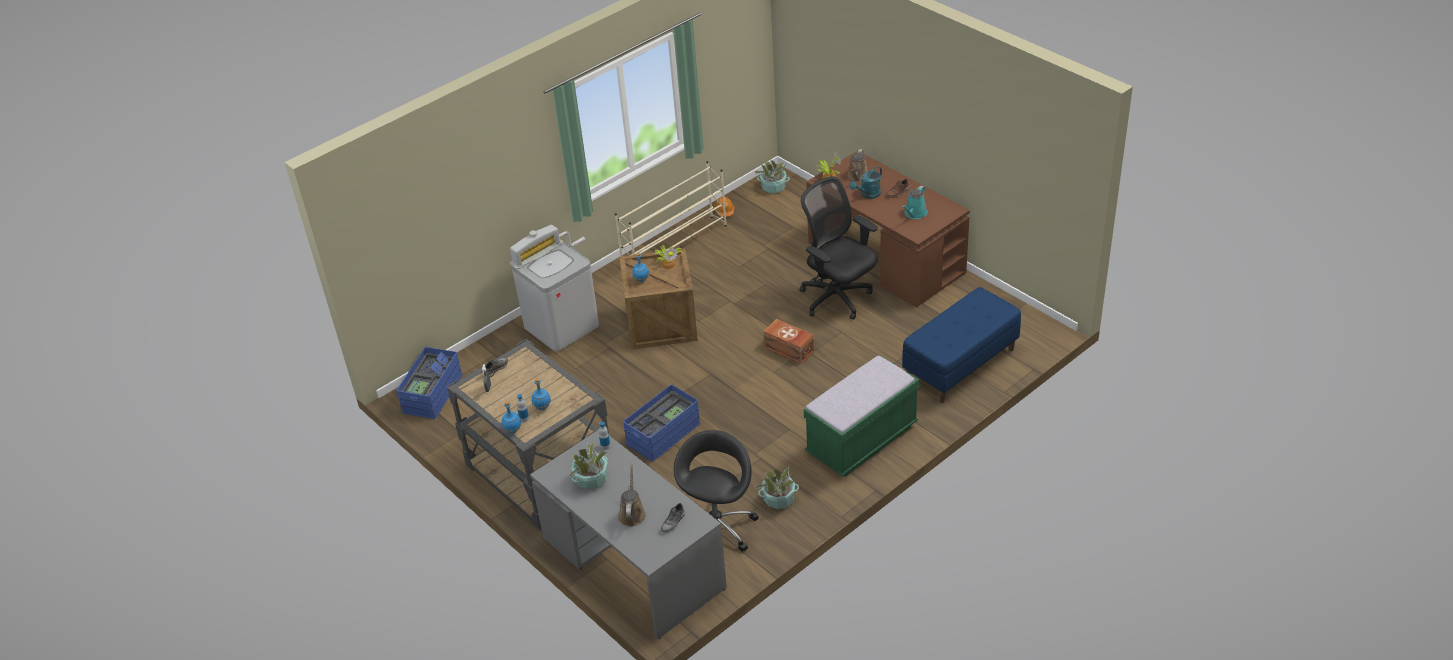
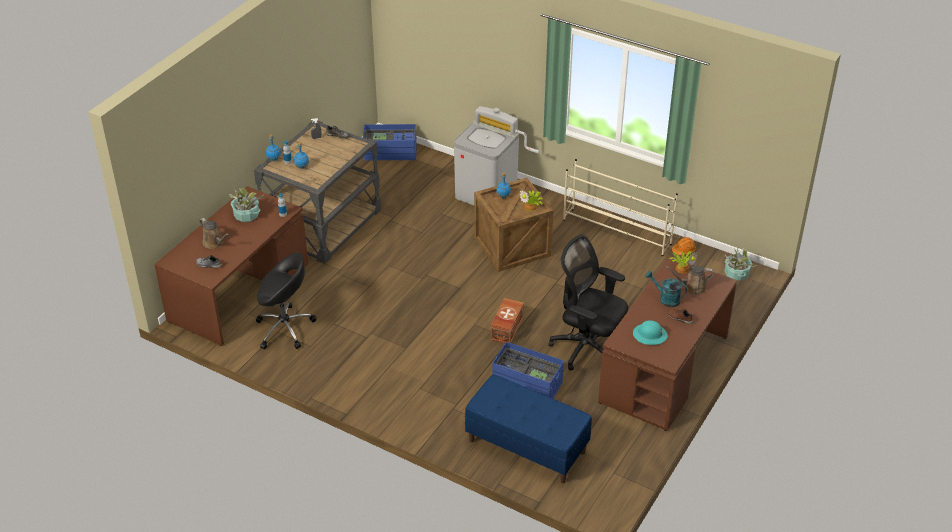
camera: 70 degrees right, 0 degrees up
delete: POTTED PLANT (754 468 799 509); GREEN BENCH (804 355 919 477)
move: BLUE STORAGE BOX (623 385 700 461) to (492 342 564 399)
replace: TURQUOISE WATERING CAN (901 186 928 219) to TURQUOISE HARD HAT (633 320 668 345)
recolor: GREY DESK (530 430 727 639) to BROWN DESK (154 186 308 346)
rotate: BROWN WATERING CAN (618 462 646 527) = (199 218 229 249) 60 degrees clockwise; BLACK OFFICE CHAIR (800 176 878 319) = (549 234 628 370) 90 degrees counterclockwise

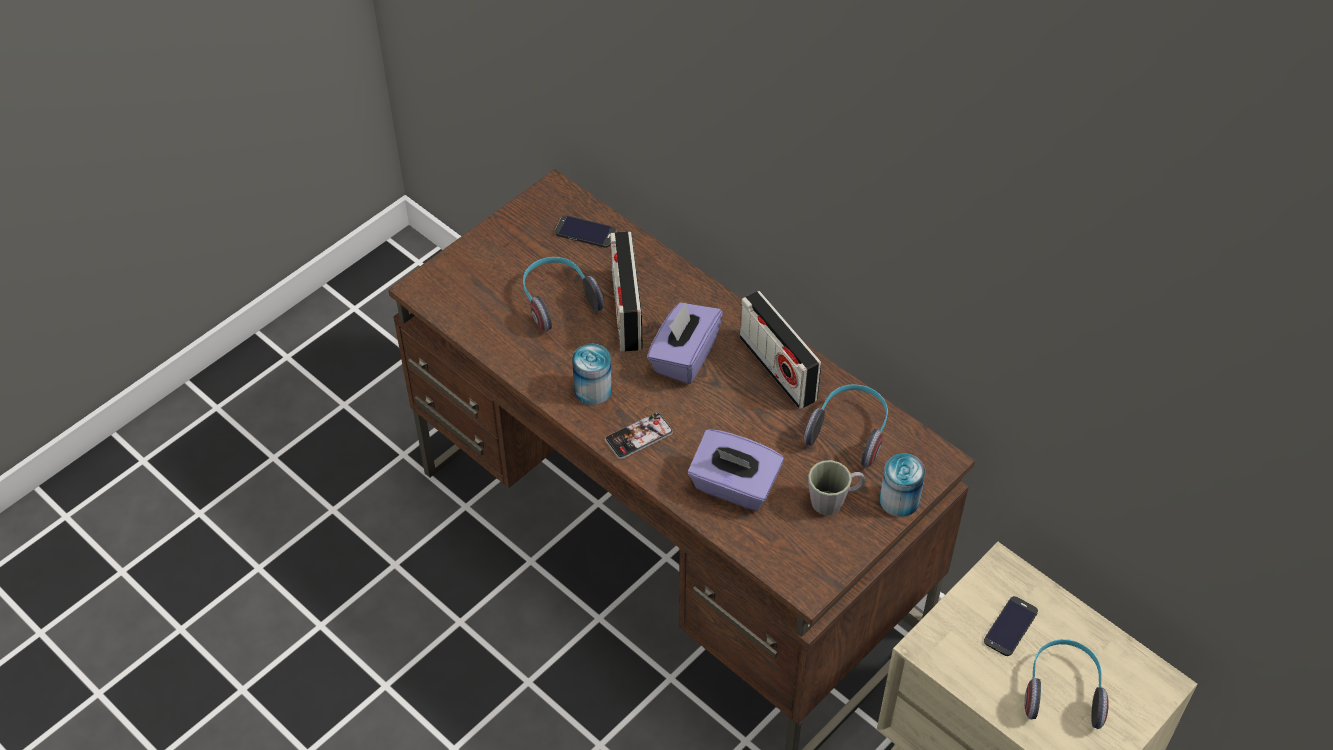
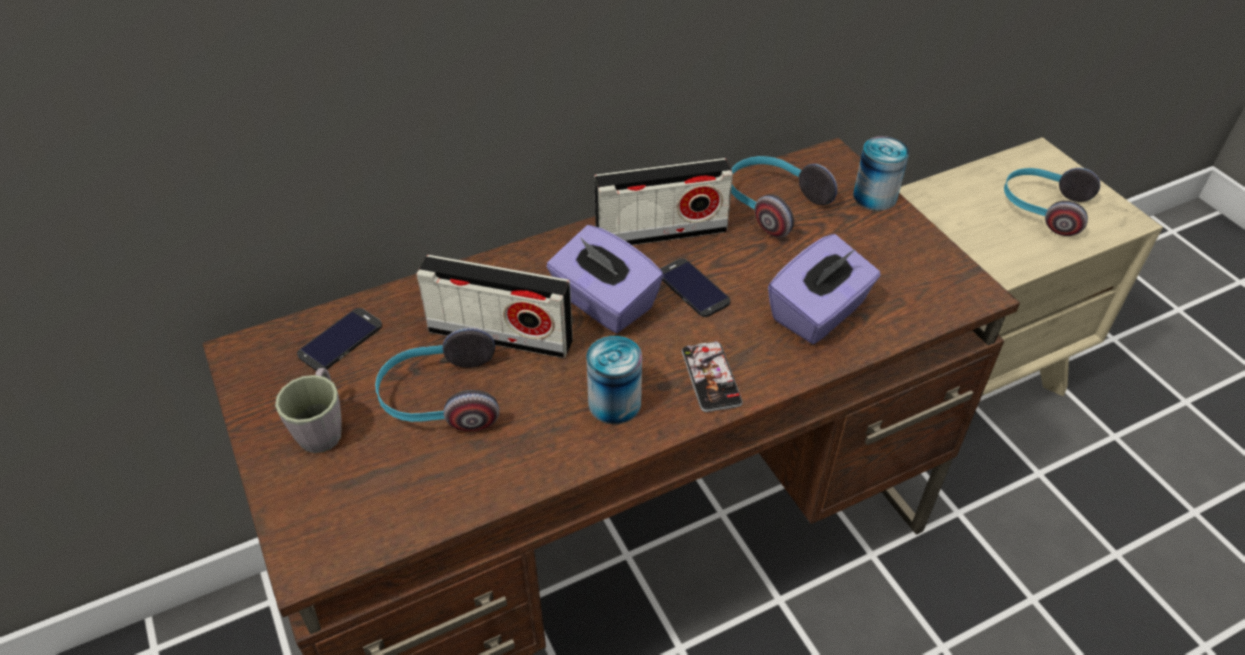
camera: 70 degrees left, 5 degrees down
move: GREY MUG (808 460 865 515) to (275 368 342 453); PHONE (984 596 1038 656) to (660 258 730 317)

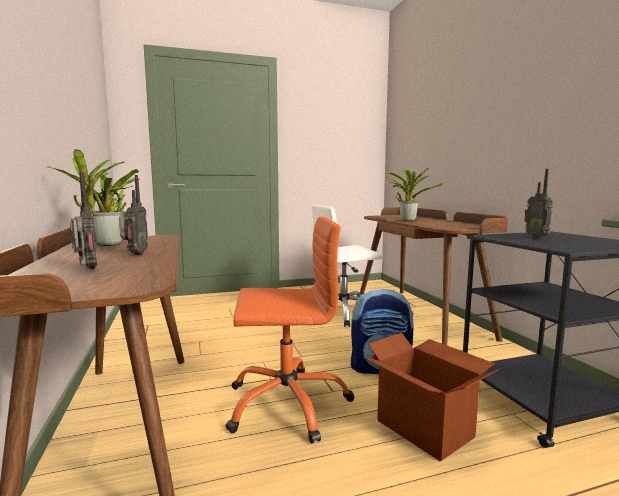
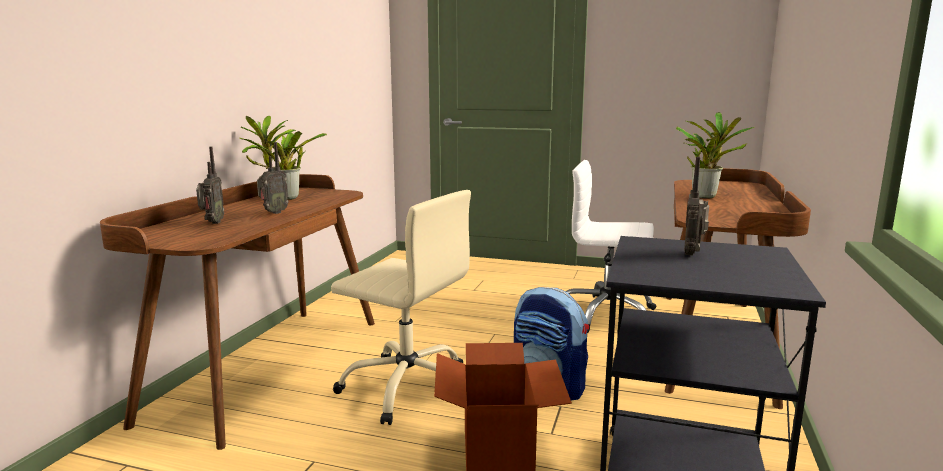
camera: 35 degrees right, 5 degrees up
recolor: ORANGE OFFICE CHAIR (225 216 354 444) to BEIGE OFFICE CHAIR (331 190 471 425)

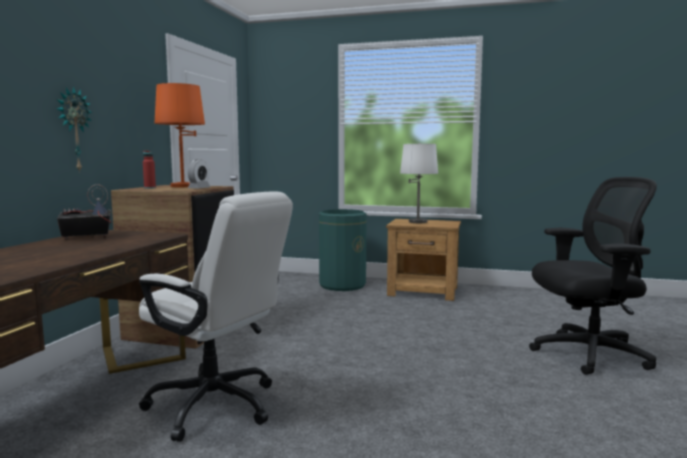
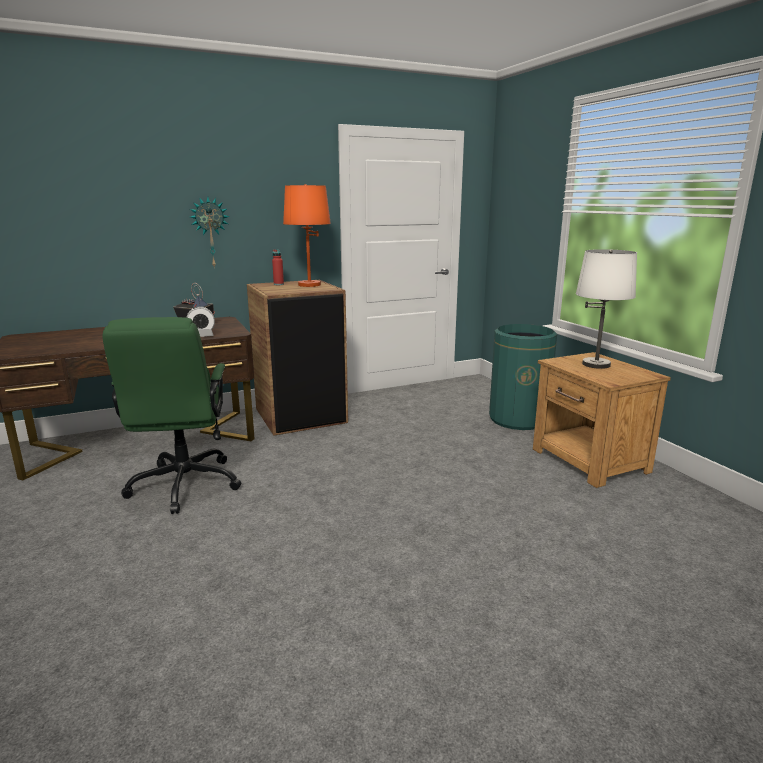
camera: 50 degrees right, 10 degrees up
delete: BLACK OFFICE CHAIR (529 177 657 375)
move: ALARM CLOCK (188 159 210 189) to (186 306 215 337)
recolor: WHITE OFFICE CHAIR (139 192 293 442) to GREEN OFFICE CHAIR (103 317 241 514)

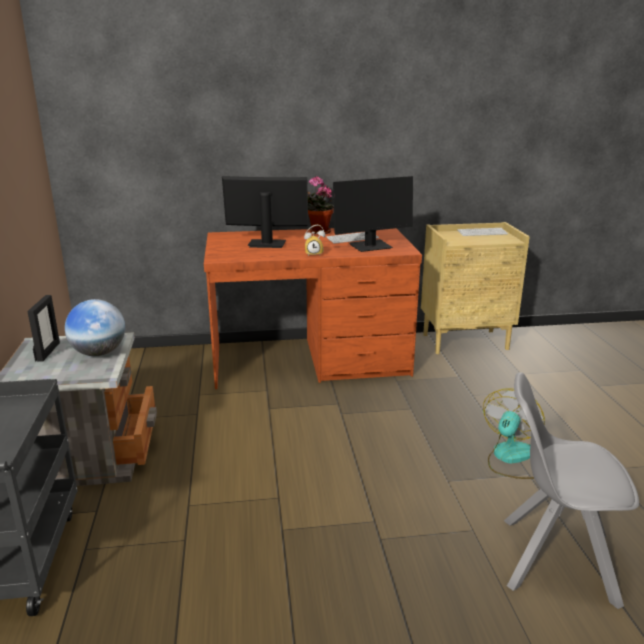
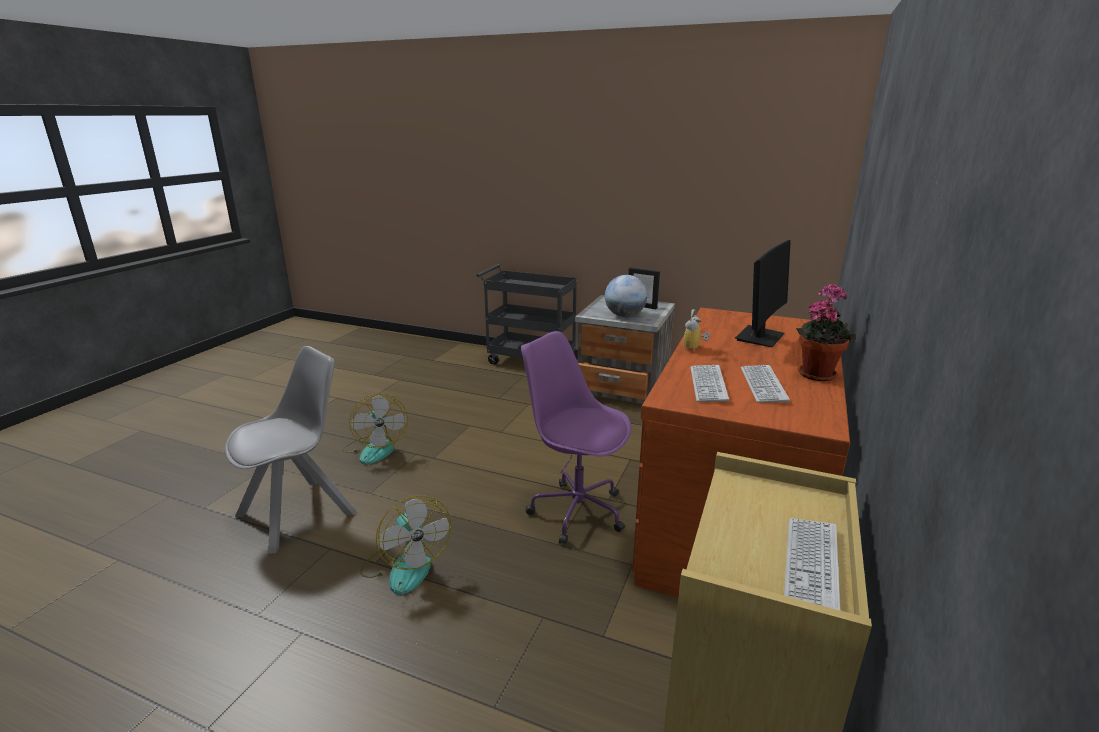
camera: 120 degrees right, 0 degrees up
insert: FAN (343 394 408 464); PURPLE OFFICE CHAIR (521 331 631 545)
replace: MONITOR (333 176 413 252) to KEYBOARD (690 365 729 402)

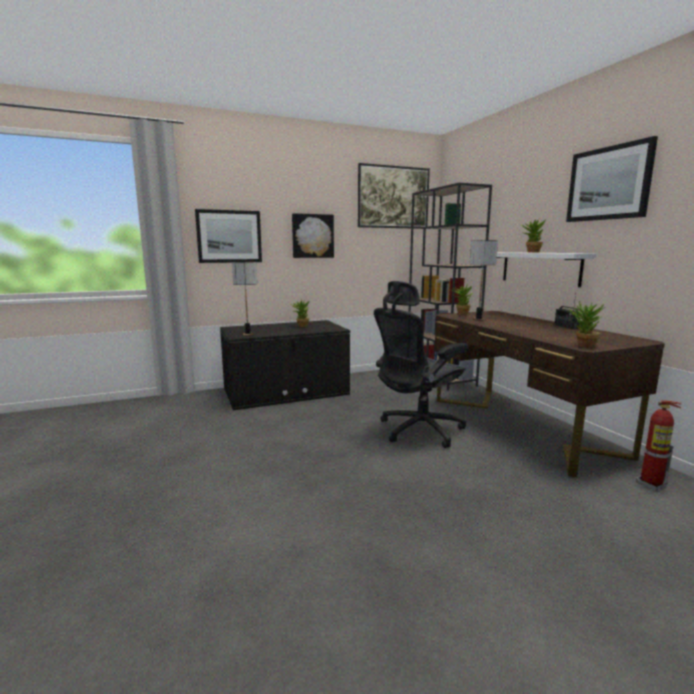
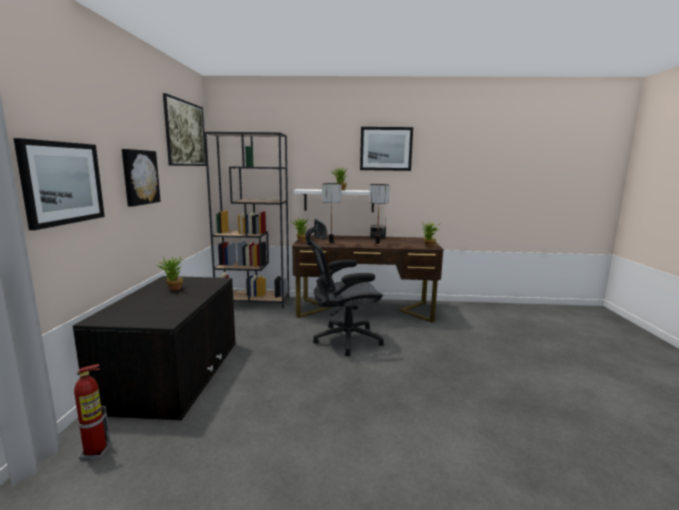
camera: 65 degrees left, 0 degrees up
move: FIRE EXTINGUISHER (636 400 682 491) to (74 364 111 460); TABLE LAMP (232 261 257 336) to (369 184 389 245)
rotate: OFFICE CHAIR (374 281 469 448) = (306 219 384 356) 90 degrees clockwise

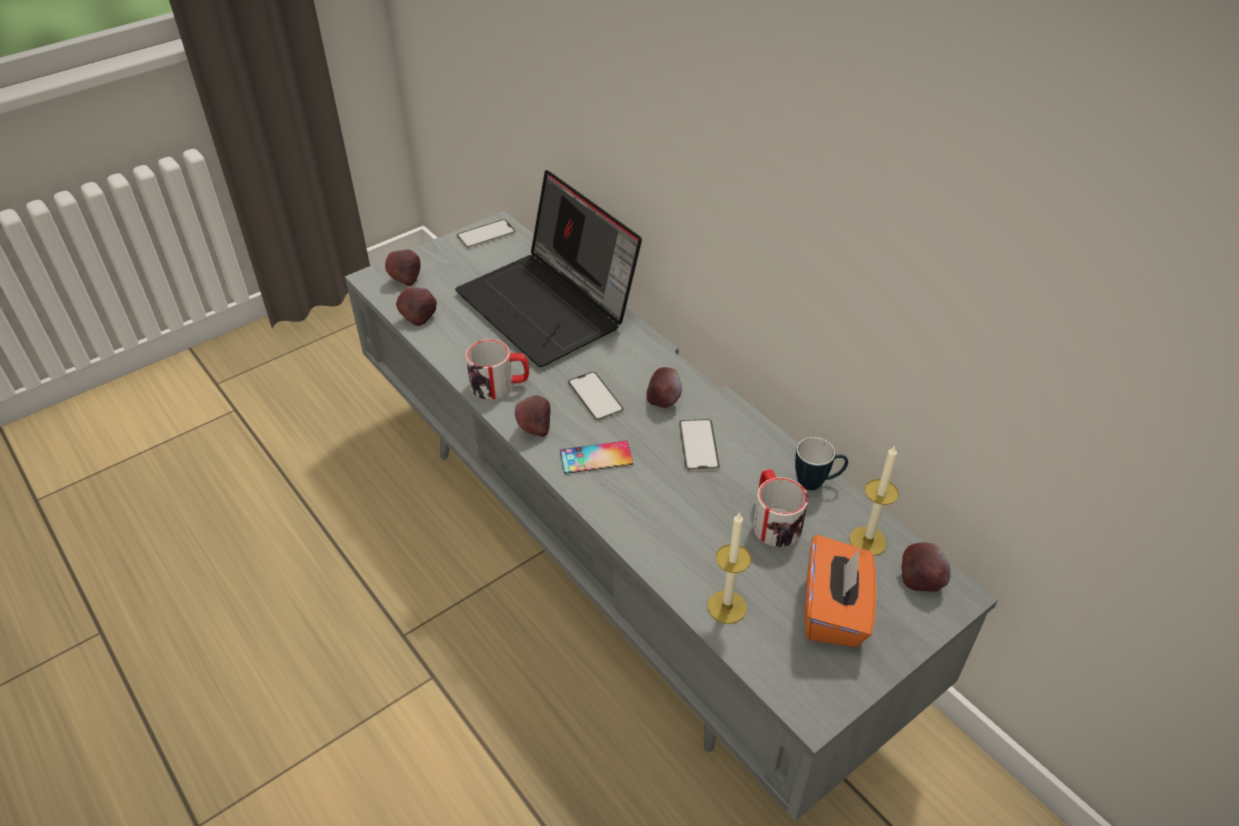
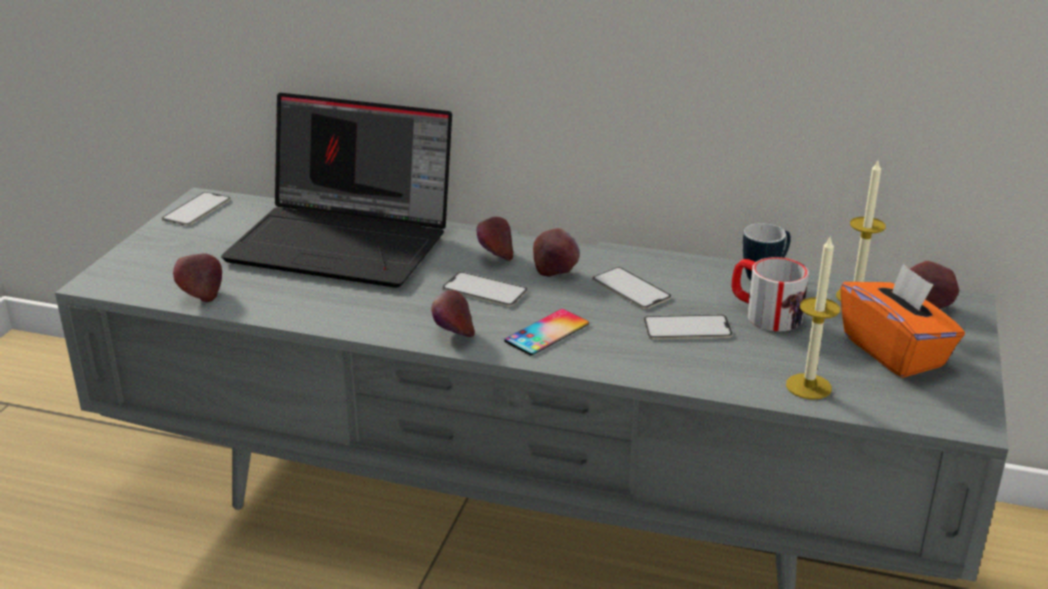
camera: 35 degrees left, 15 degrees down
delete: MUG (466 339 529 400)
insert: PHONE (644 315 732 340)
move: APPLE (385 250 421 286) to (476 217 513 261)

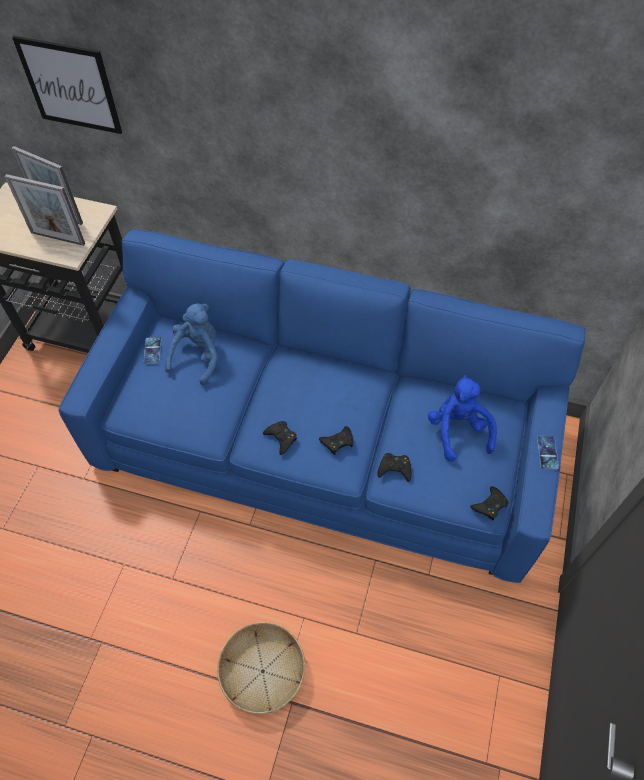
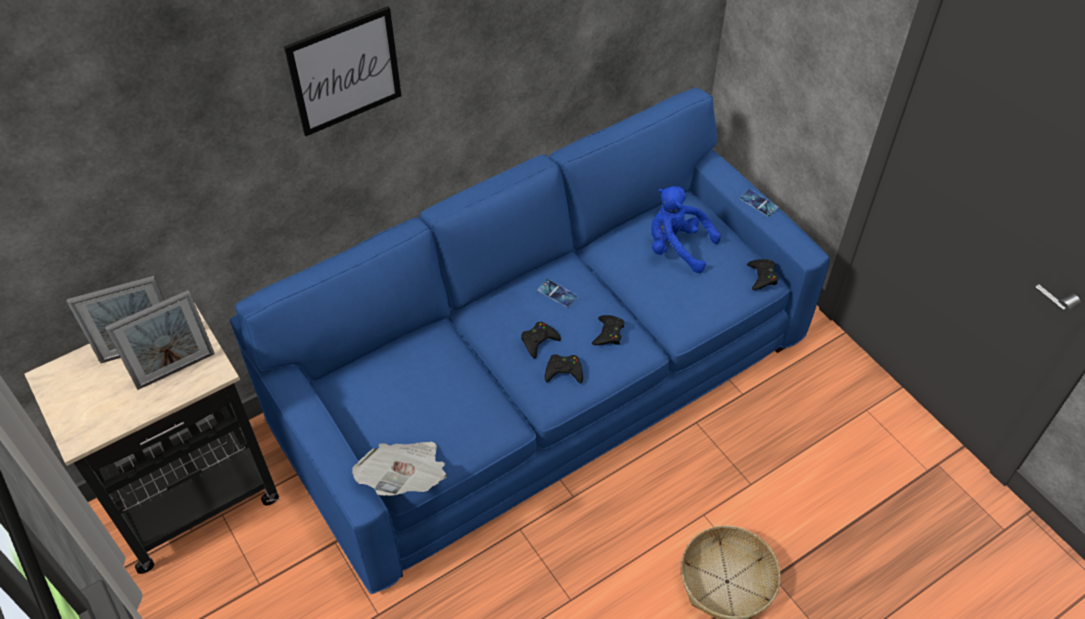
camera: 50 degrees left, 5 degrees down
delete: BLUE PLUSH TOY (165 304 218 385)
insert: NEWSPAPER (352 442 447 496)
move: PICTURE (12 36 122 134) to (284 6 401 136); BLACK GAME CONTROLLER (377 453 412 482) to (521 322 561 358); PHONE (144 337 162 364) to (537 279 578 308)

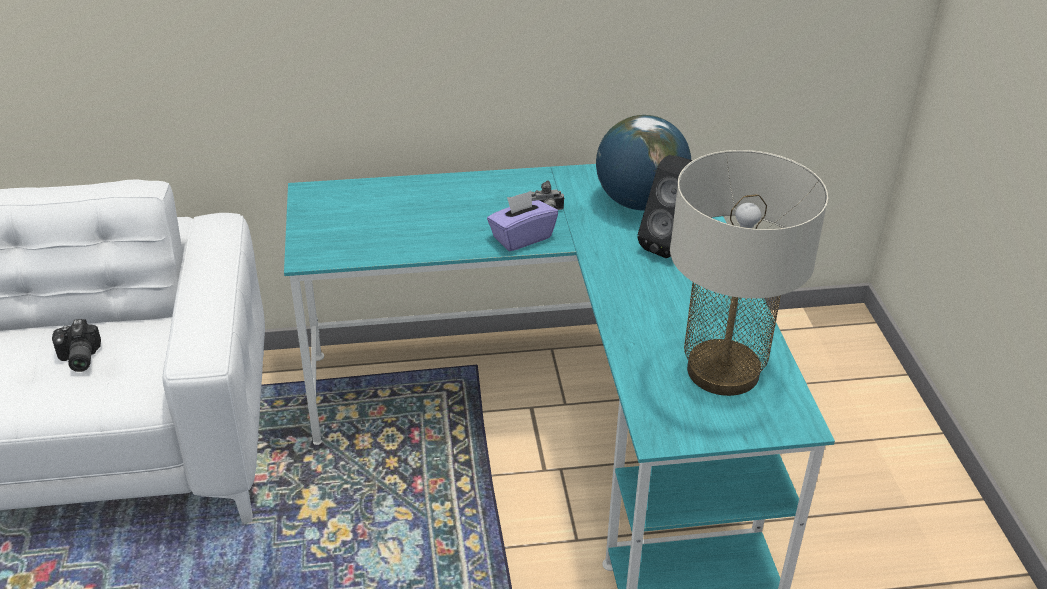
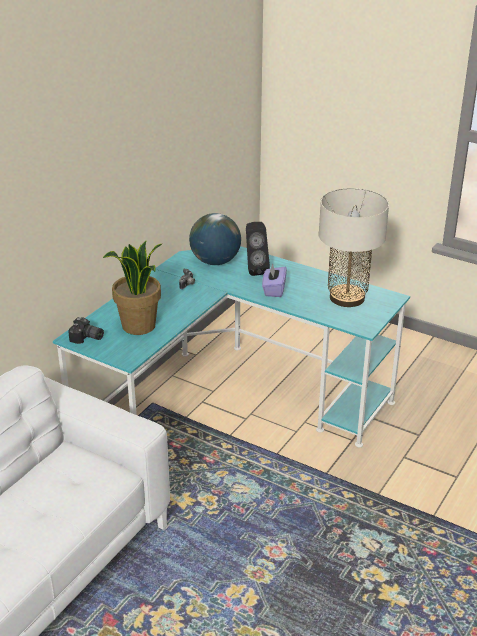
camera: 50 degrees left, 5 degrees down
insert: POTTED PLANT (103 241 162 335)
move: PHOTO CAMERA (52 319 101 372) to (68 317 104 344); PURPLE TISSUE BOX (487 191 558 251) to (262 263 287 297)

